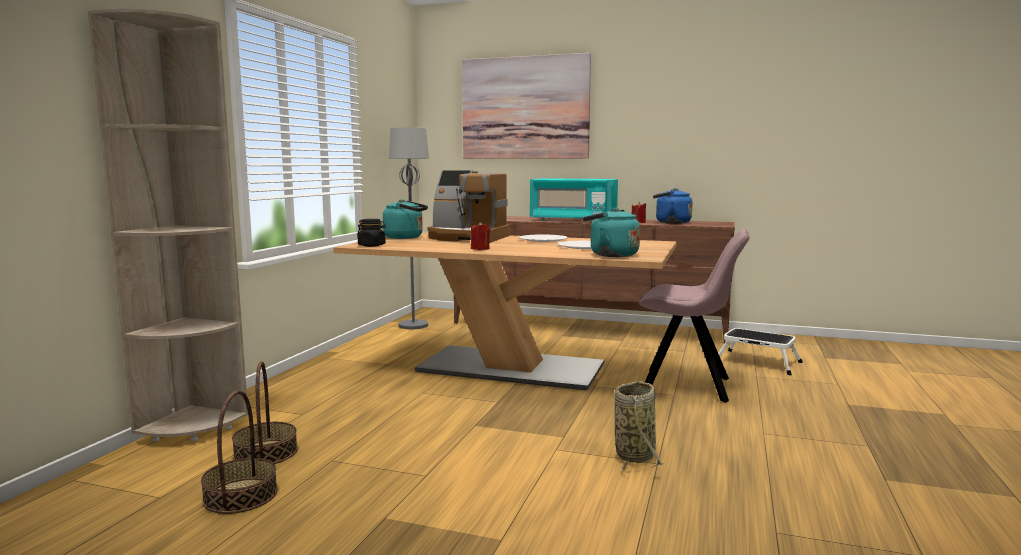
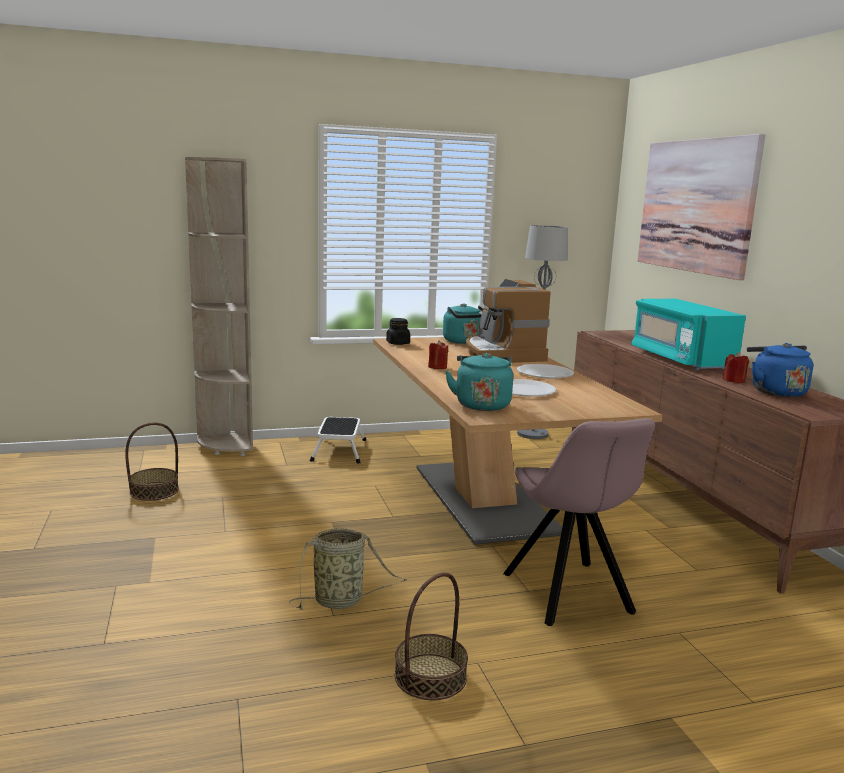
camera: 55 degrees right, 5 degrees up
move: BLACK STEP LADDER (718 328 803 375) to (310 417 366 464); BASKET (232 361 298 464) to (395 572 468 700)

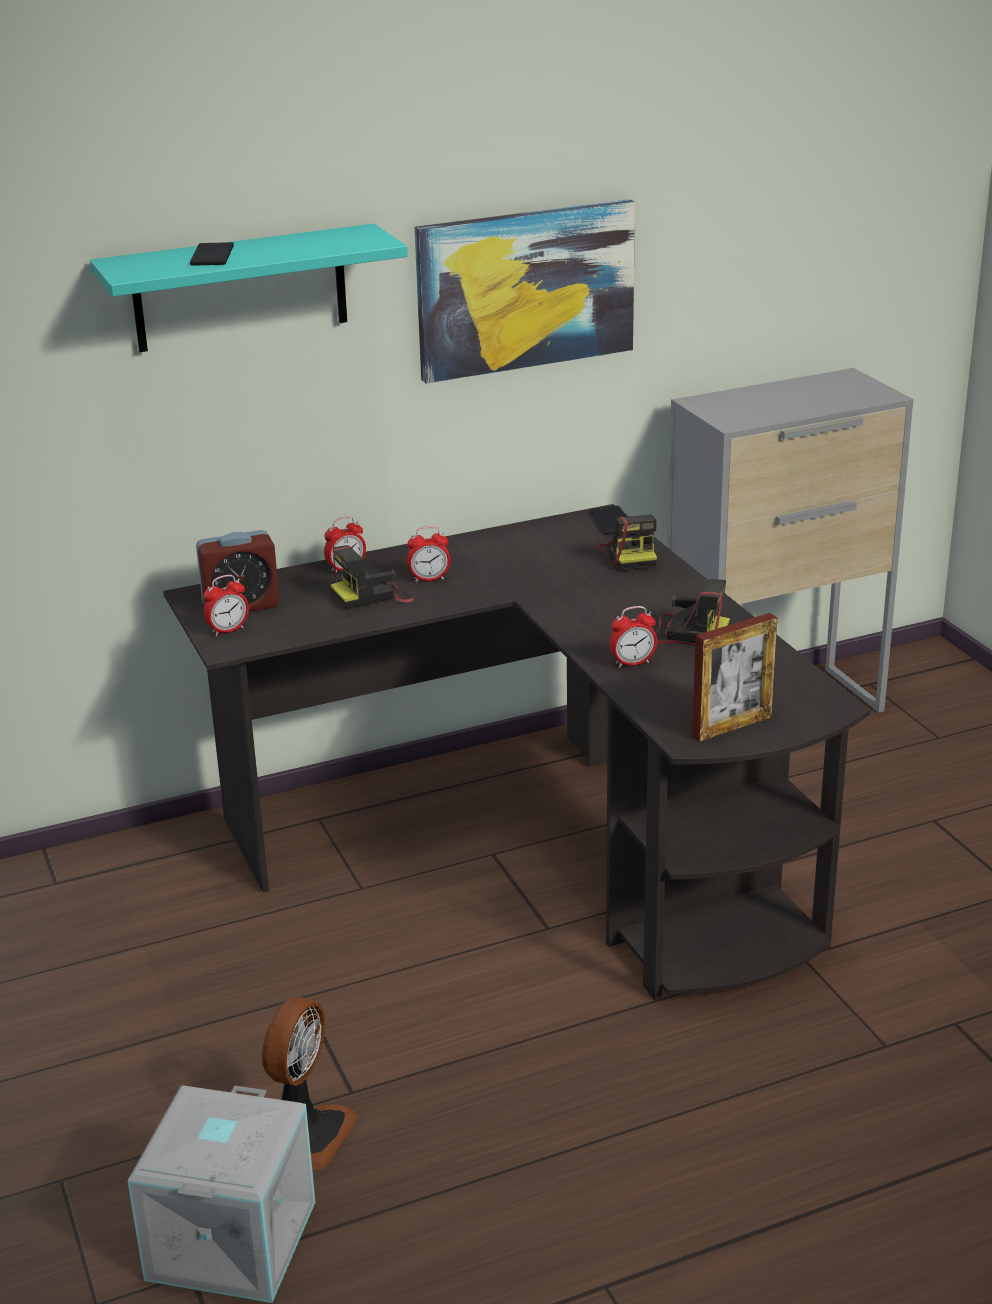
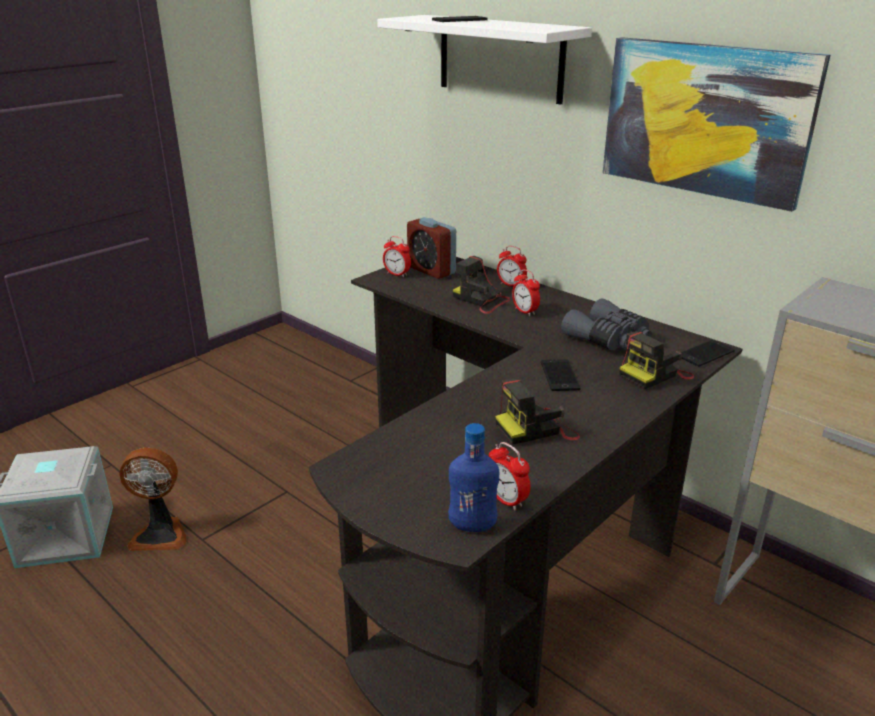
camera: 65 degrees right, 0 degrees up
delete: PICTURE FRAME (692 613 777 742)
insert: BLUE BOTTLE (448 423 499 532); PHONE (541 359 581 391); GREY BINOCULARS (561 298 652 350)
move: ALARM CLOCK (609 606 657 668) to (489 442 531 511)
recolor: TURQUOISE SHELF (90 224 408 352) to WHITE SHELF (377 15 592 104)
rotate: PHOTO CAMERA (655 579 730 646) = (495 379 580 445) 75 degrees clockwise

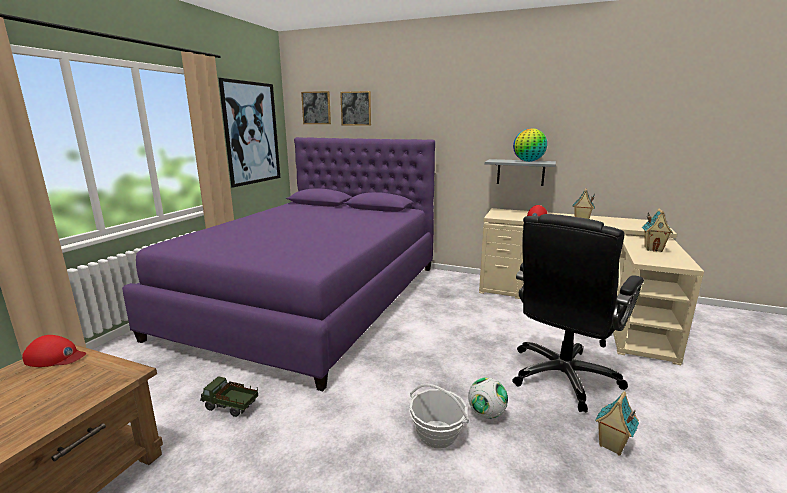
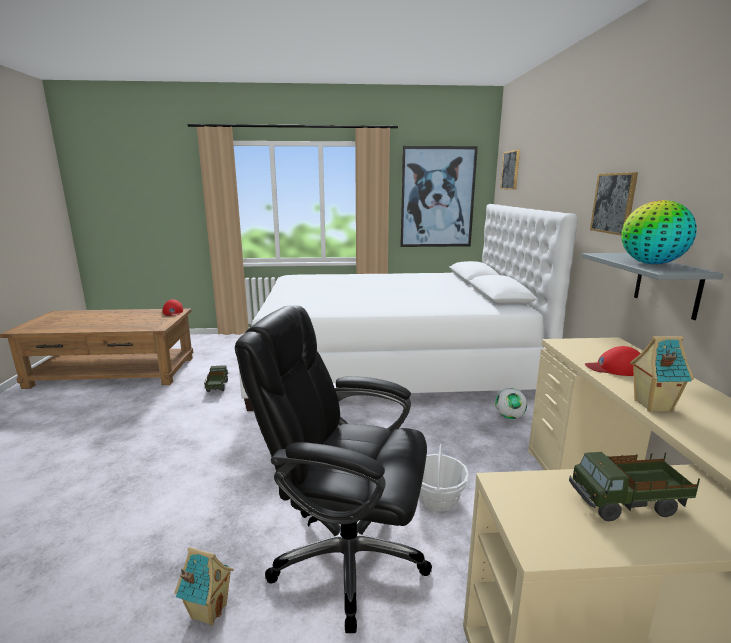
camera: 65 degrees right, 0 degrees up
move: BASKET (409 384 469 448) to (419 444 469 511); FOOTBALL (468 377 508 419) to (495 388 527 419); PICTURE (340 91 371 126) to (590 172 638 235)
replace: TOY HOUSE (642 209 673 252) to TOY TRUCK (569 452 700 521)
recolor: PURPLE BED (122 137 435 391) to WHITE BED (239 204 578 411)

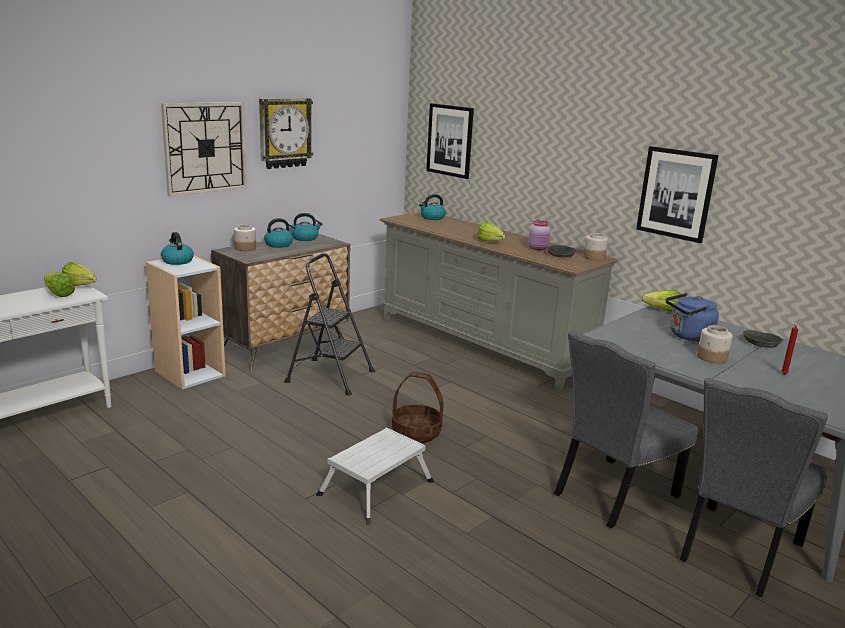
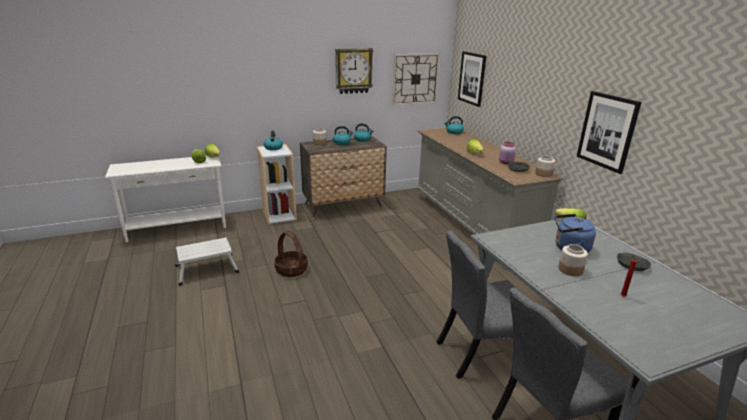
camera: 25 degrees right, 5 degrees up
delete: BLACK STEP LADDER (284 253 375 396)
move: WHITE STEP LADDER (316 427 434 525) to (175 237 239 286); BASKET (392 372 444 443) to (274 231 308 277); WALL CLOCK (161 102 247 197) to (392 53 440 106)

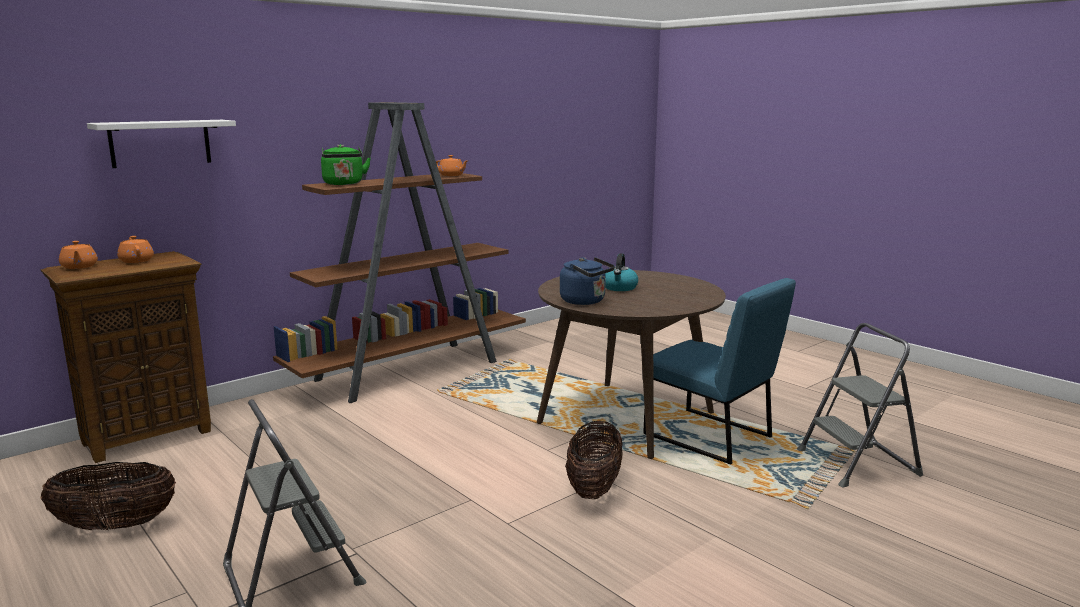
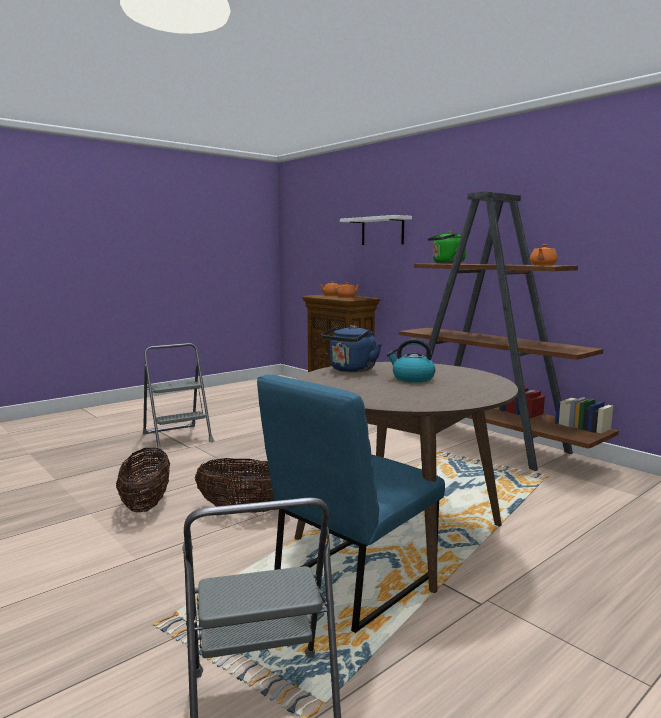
camera: 90 degrees right, 5 degrees down
move: BASKET (40 462 176 530) to (116 448 170 512)

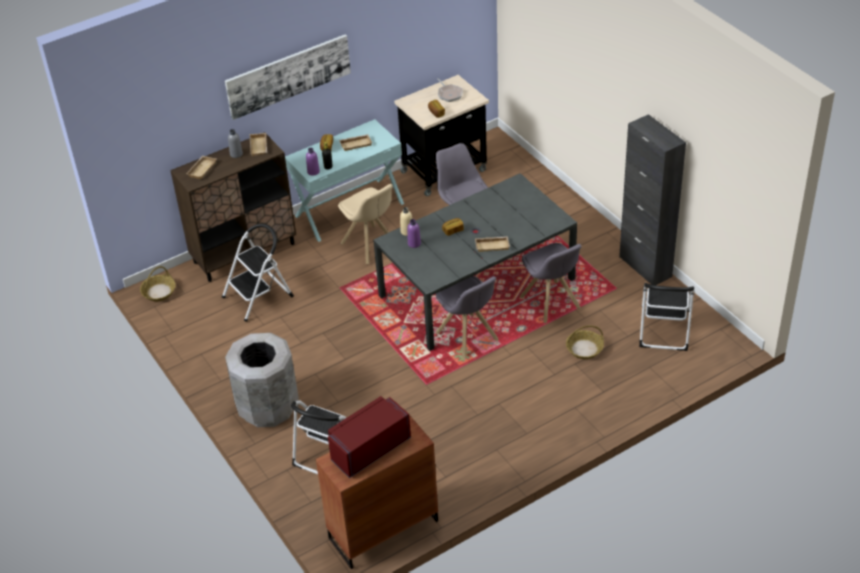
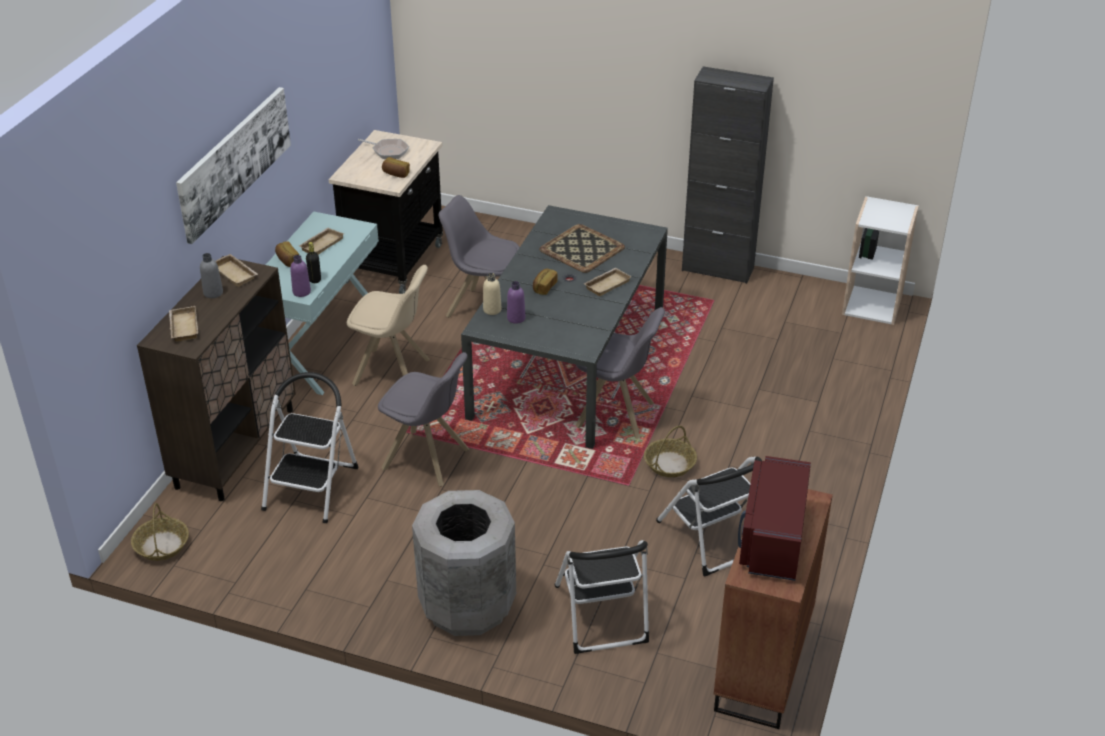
camera: 40 degrees left, 5 degrees down
insert: TRAY (539 224 625 273); BOOKCASE (842 196 919 325)
move: GREY CHAIR (520 243 581 323) to (378 352 469 487); BASKET (566 325 604 359) to (644 425 697 477); STEP LADDER (639 283 694 351) to (656 457 762 577)

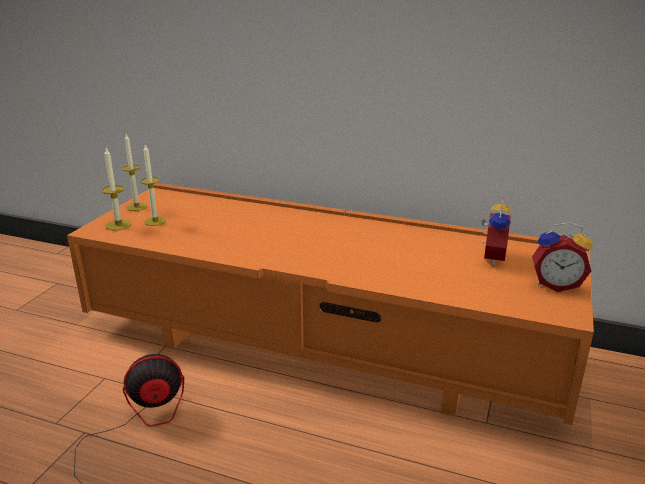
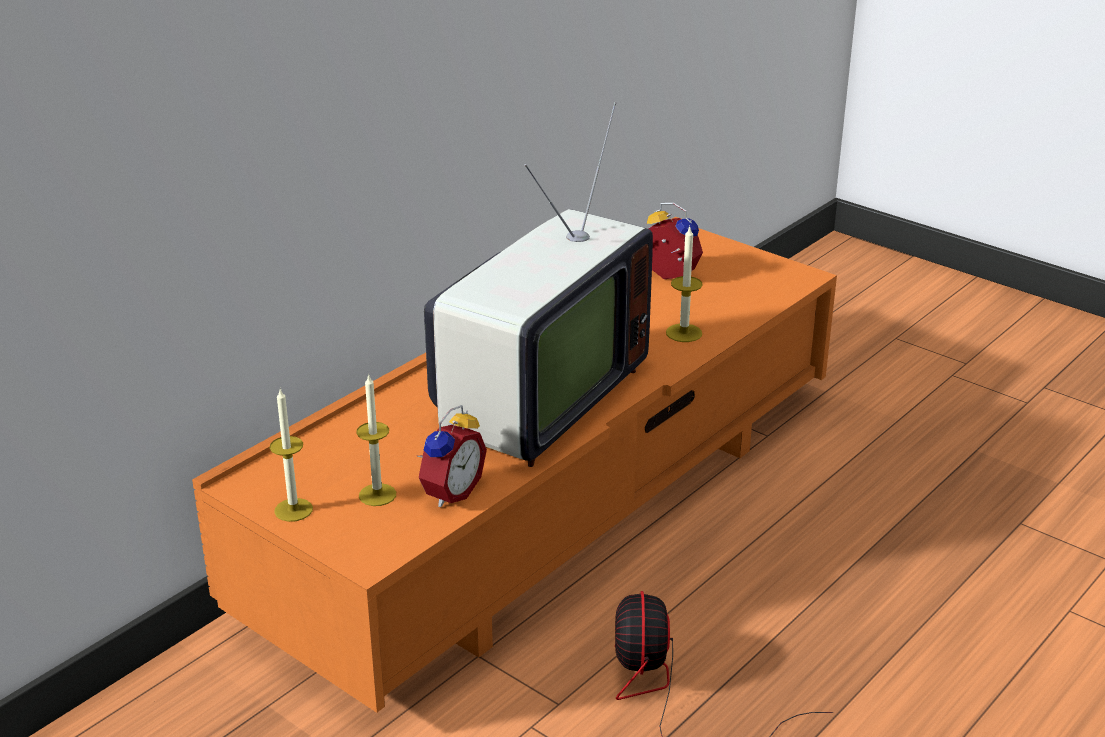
camera: 70 degrees left, 5 degrees up
insert: TELEVISION (424 102 653 467)
move: ALARM CLOCK (532 222 593 292) to (416 405 487 507); CANDLE (102 148 132 230) to (666 226 702 342)

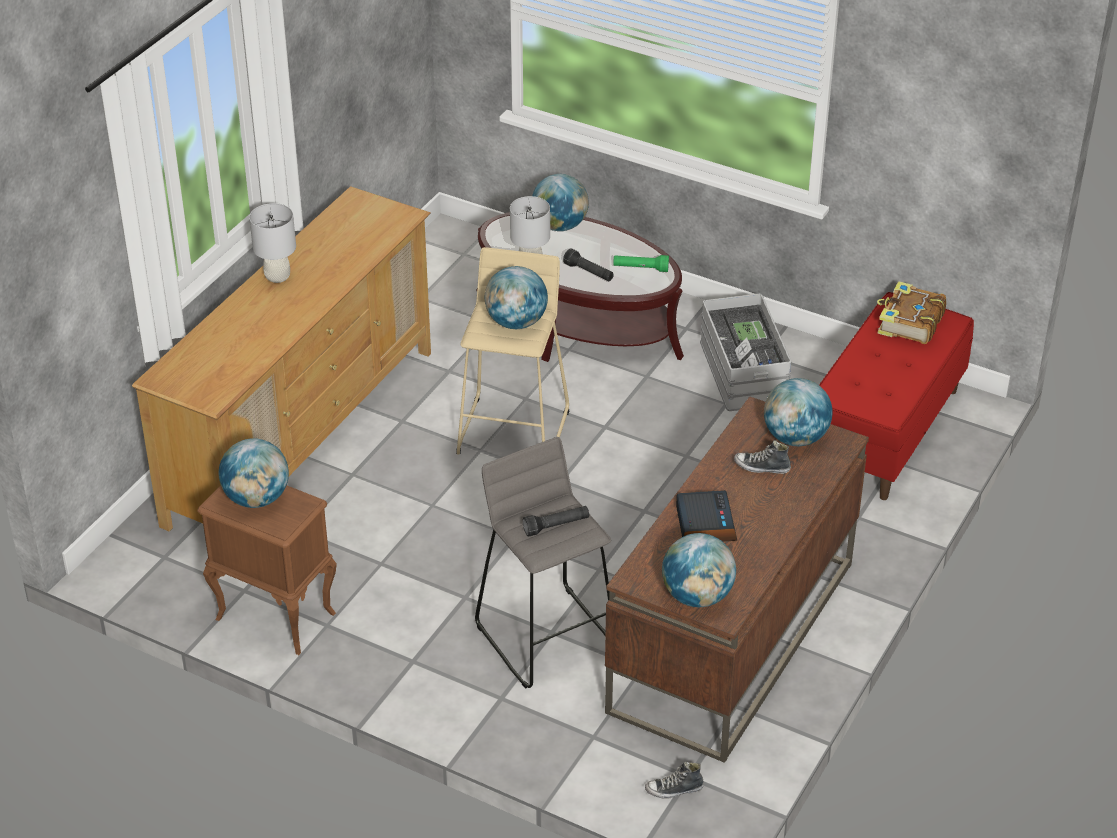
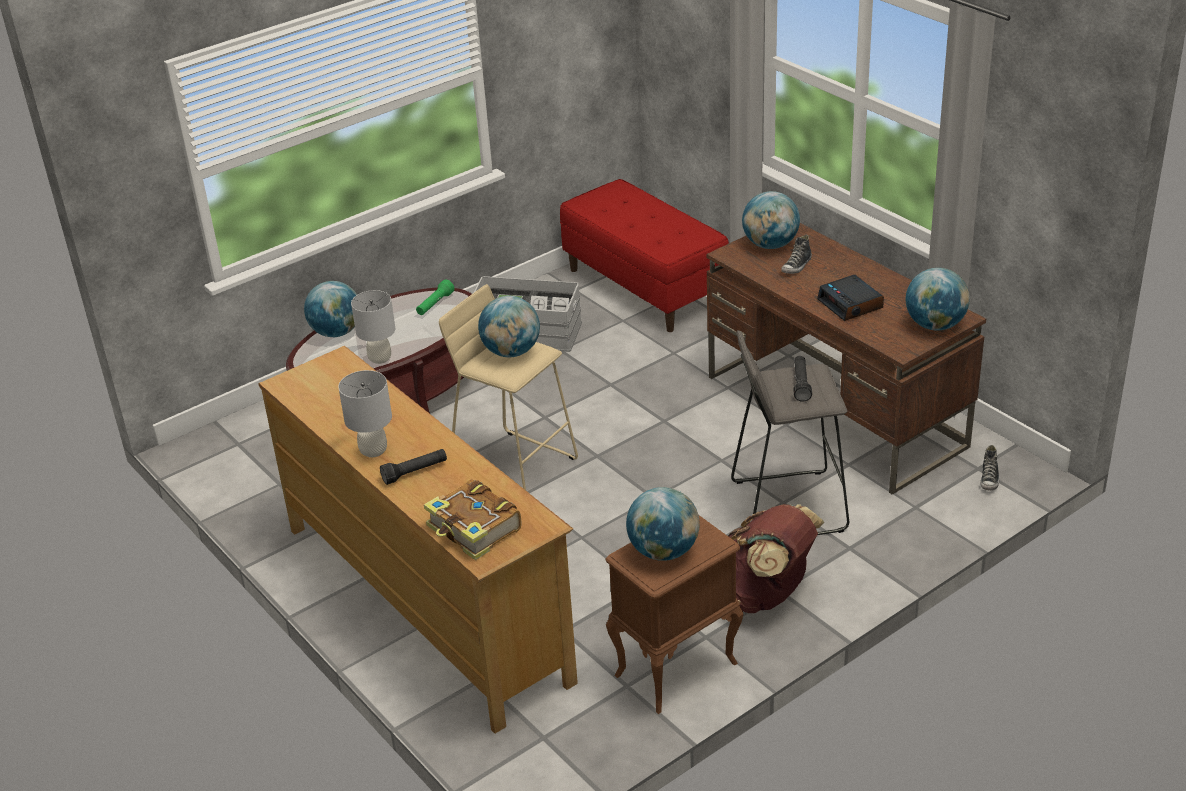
camera: 65 degrees left, 5 degrees down
insert: BROWN BACKPACK (728 504 824 613)
move: BLACK FLASHLIGHT (563 248 614 281) to (380 449 447 485); BOOK (877 281 946 344) to (424 479 521 560)
rotate: ALARM CLOCK (676 490 737 542) = (817 275 884 321) 135 degrees counterclockwise

